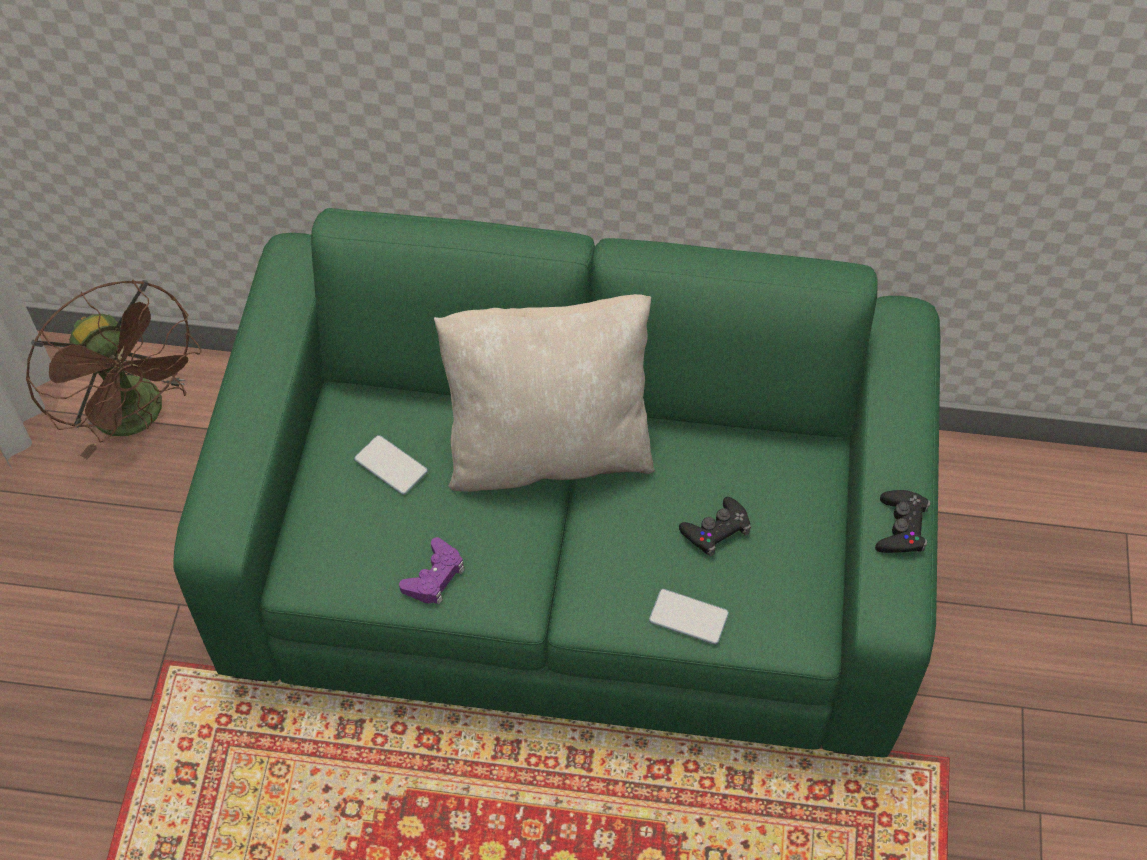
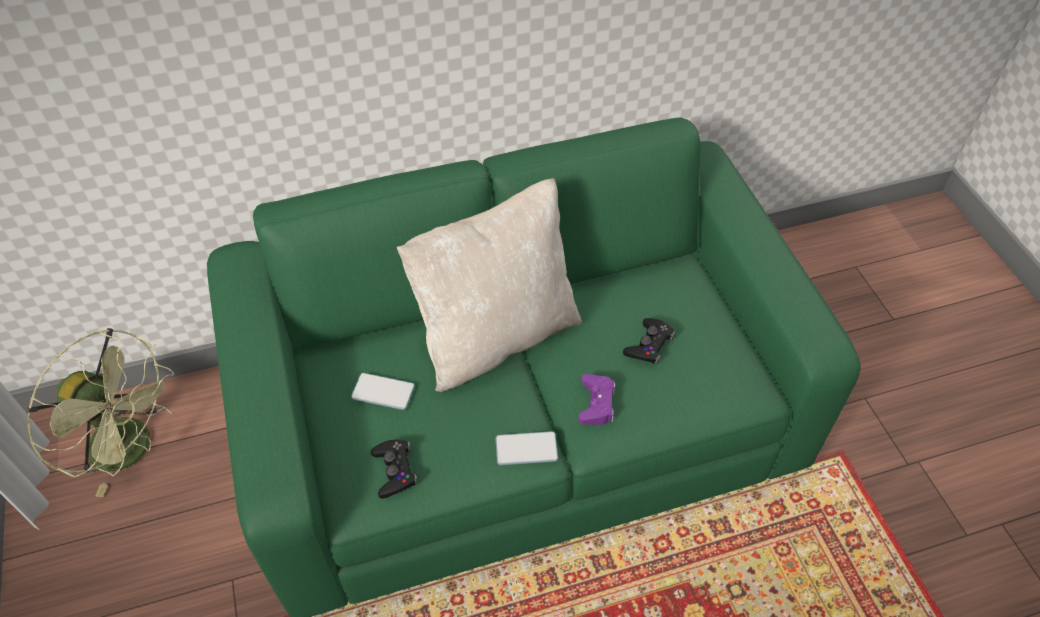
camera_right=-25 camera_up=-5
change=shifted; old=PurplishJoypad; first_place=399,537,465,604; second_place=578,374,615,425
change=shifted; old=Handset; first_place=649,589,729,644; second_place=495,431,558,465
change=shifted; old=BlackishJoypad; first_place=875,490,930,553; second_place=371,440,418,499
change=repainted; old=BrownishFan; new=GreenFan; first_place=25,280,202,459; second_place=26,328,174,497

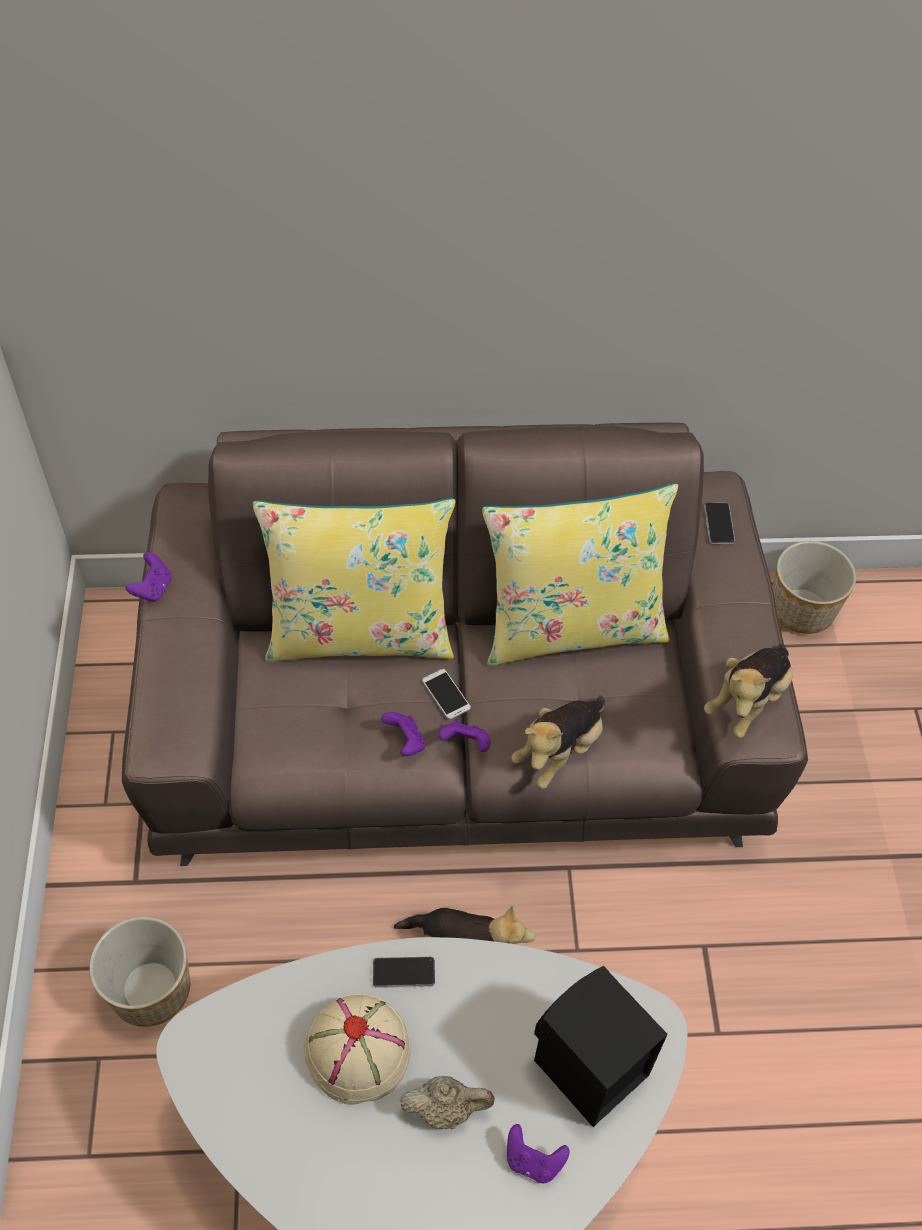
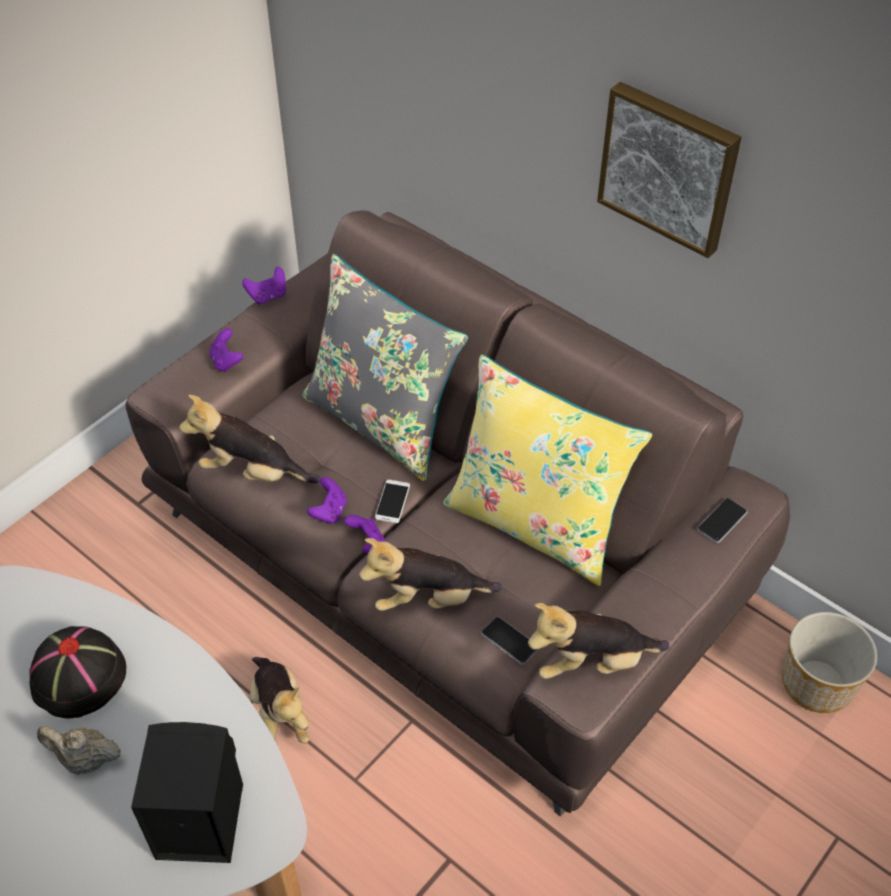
camera_right=45 camera_up=-5
change=gone; old=PlantPot; first_place=89,916,190,1027
change=new; new=PlushToy; second_place=179,395,321,483
change=new; new=WallArt; second_place=597,82,742,258
change=shifted; old=Handset; first_place=373,957,435,988; second_place=481,617,538,664
change=shifted; old=PurplishJoypad; first_place=507,1124,570,1183; second_place=209,328,243,372
change=repainted; old=YellowishPillow; new=GreyishPillow; first_place=253,498,455,662; second_place=302,254,468,482
change=repainted; old=BeigeClothingHat; new=BlackishClothingHat; first_place=304,994,411,1105; second_place=29,626,126,719
change=rotated; old=BeigePotForTea; first_place=400,1076,495,1129; second_place=37,726,121,775; degrees=150

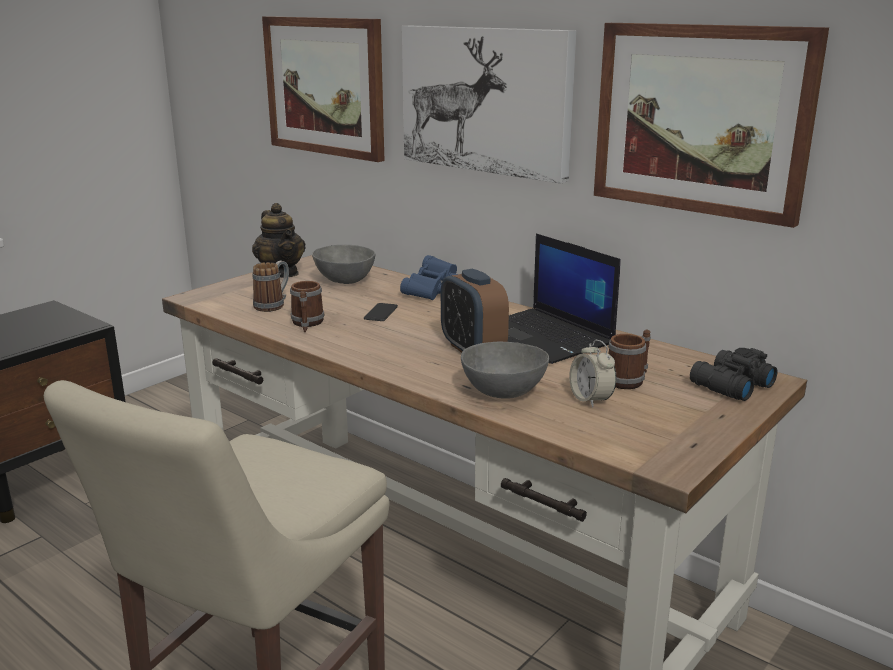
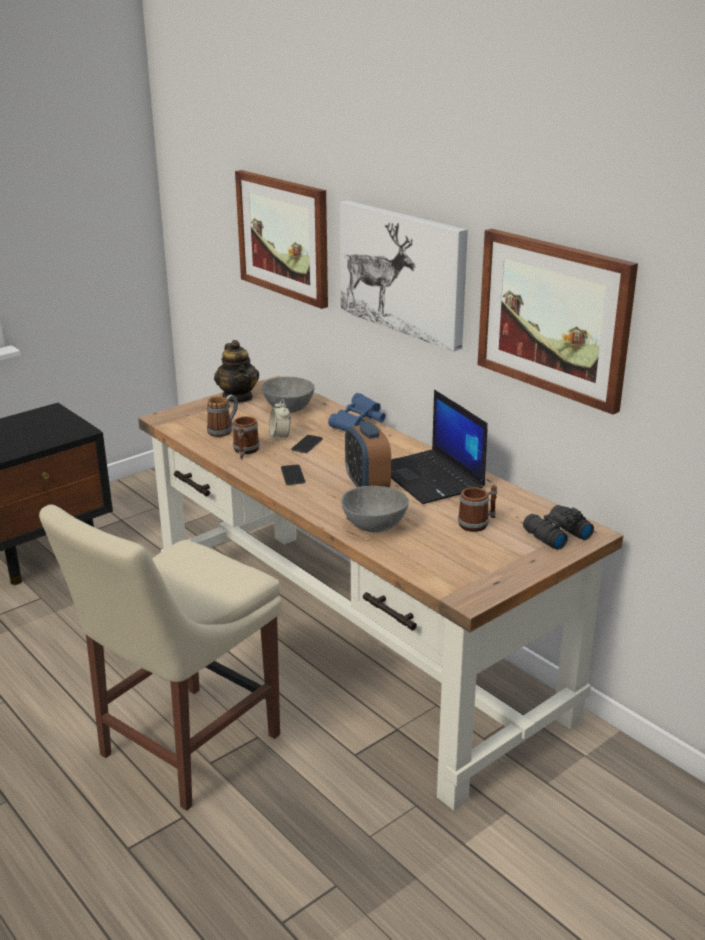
camera_right=10 camera_up=5
change=new; new=Handset; second_place=281,465,305,485
change=shifted; old=AlarmClock; first_place=569,340,617,408; second_place=269,399,291,441

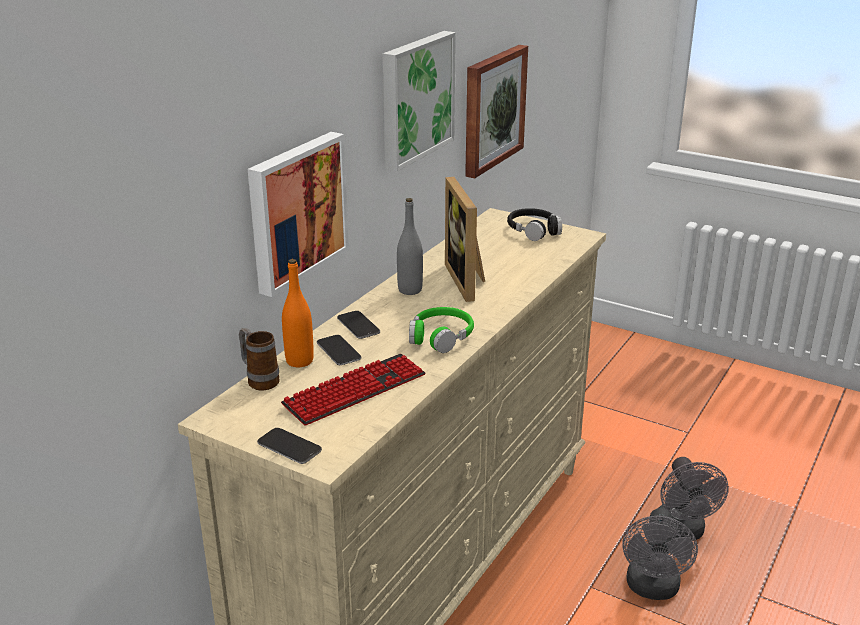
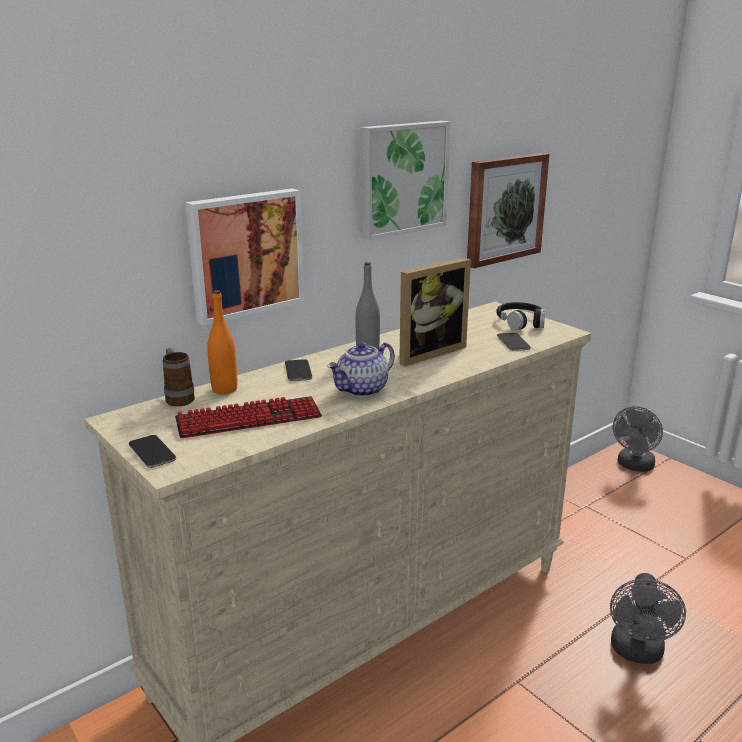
camera_right=20 camera_up=-5
change=shifted; old=Handset; first_place=317,335,361,365; second_place=497,333,531,351
change=shifted; old=GreyishFan; first_place=622,508,698,600; second_place=613,406,663,472
change=swapped; old=GreenHeadphones; new=PotForTea; first_place=409,307,474,353; second_place=327,342,395,397
change=rotated; old=StandingFrame; first_place=445,177,485,302; second_place=399,258,471,366; degrees=-135

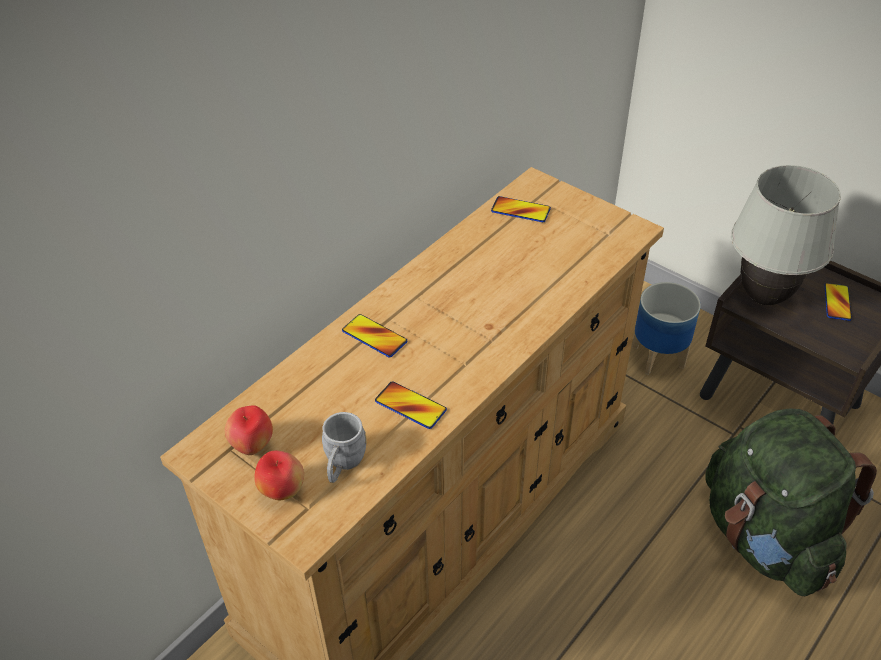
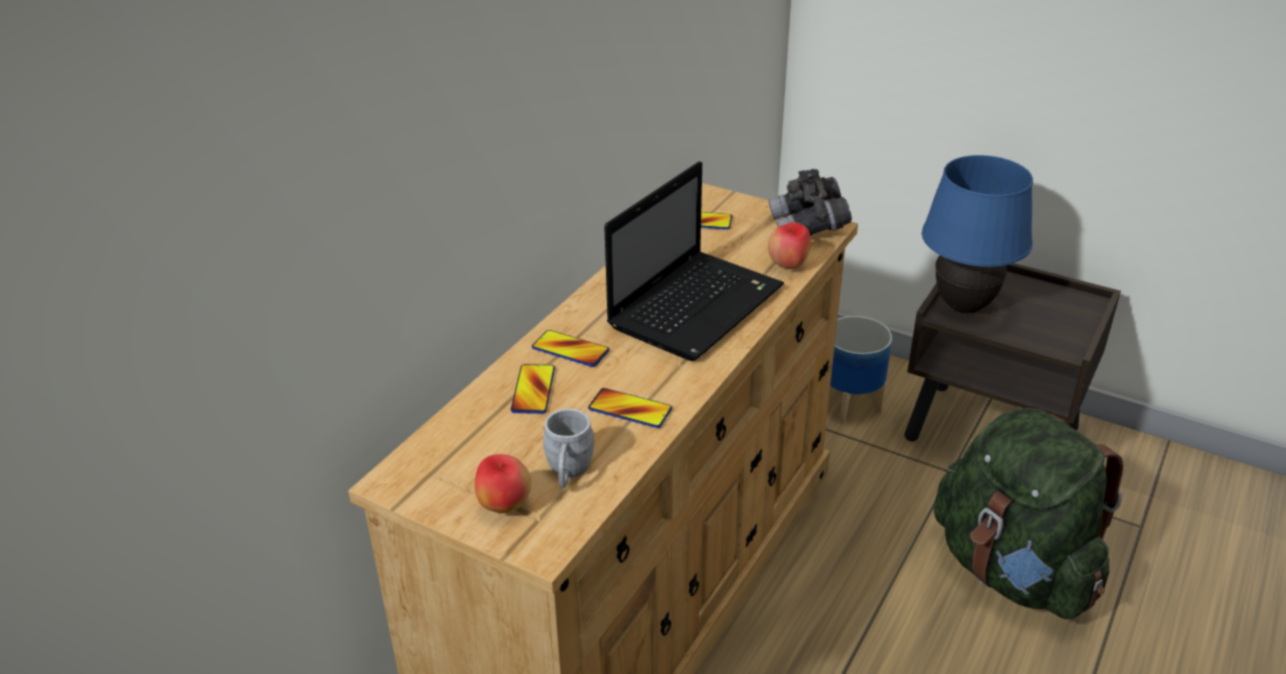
camera_right=-10 camera_up=-10
change=new; new=NotebookComputer; second_place=604,161,784,361
change=new; new=GreyishPairOfBinoculars; second_place=768,169,852,236
change=shifted; old=AppleFruit; first_place=225,405,273,455; second_place=768,222,811,269
change=shifted; old=Handset; first_place=824,283,852,321; second_place=511,364,555,414
change=repainted; old=WhitishTableLamp; new=BluishTableLamp; first_place=731,165,841,305; second_place=922,155,1033,313

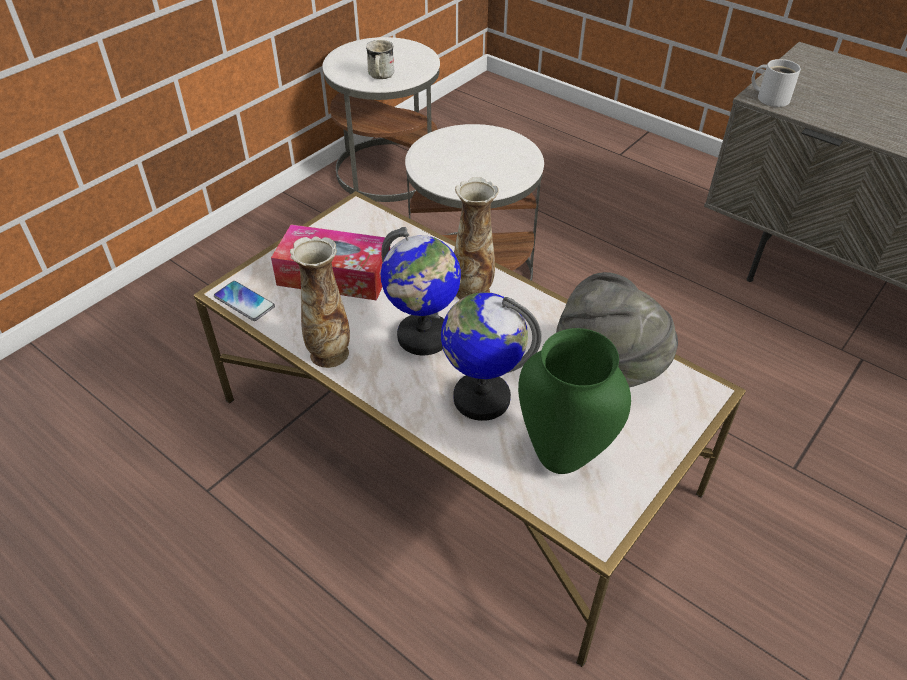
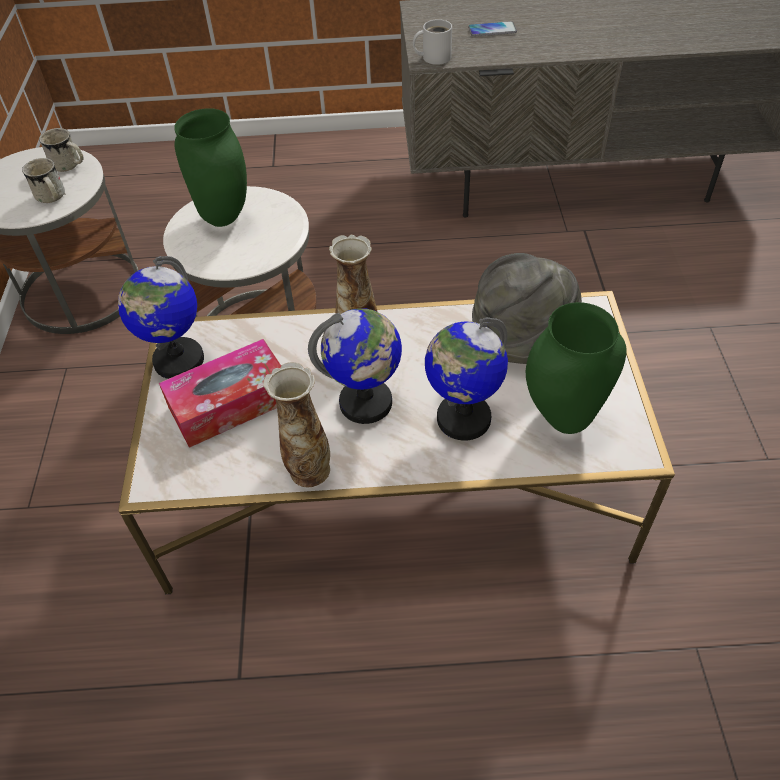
camera_right=-40 camera_up=5
change=new; new=WhitishTeaMug; second_place=39,128,84,172
change=new; new=Globe; second_place=118,256,204,379
change=new; new=GreenFlowerVase; second_place=174,108,247,227
change=shifted; old=Handset; first_place=214,281,275,321; second_place=468,21,517,37

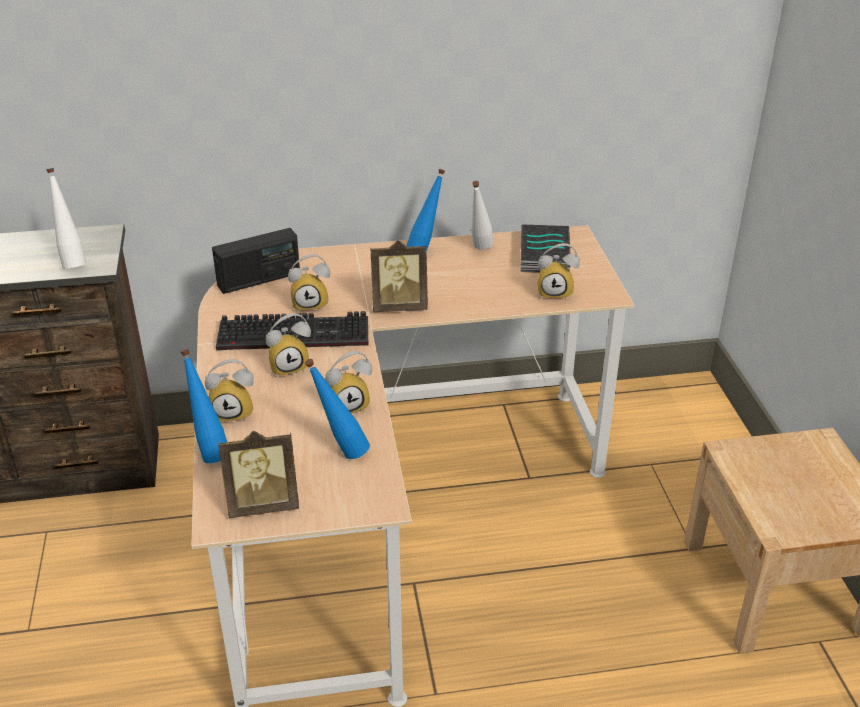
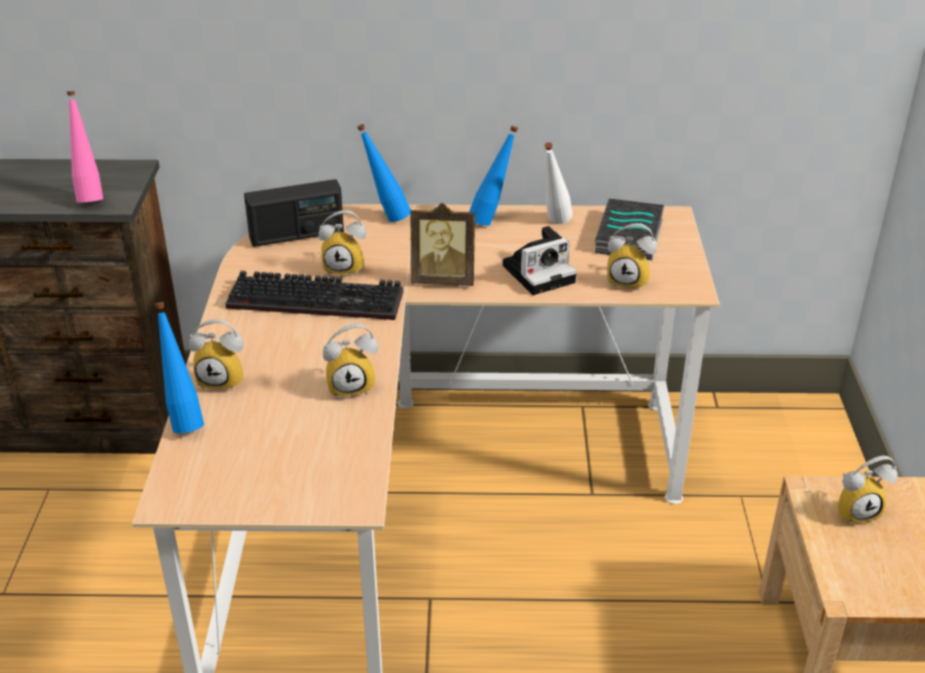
camera_right=10 camera_up=0
change=gone; old=StandingFrame; first_place=218,431,299,518
change=new; new=PhotoCamera; second_place=503,226,577,295
change=shifted; old=AlarmClock; first_place=266,313,311,378; second_place=838,456,898,525
change=shifted; old=BluishBeverageBottle; first_place=305,359,370,459; second_place=357,124,411,222
change=repainted; old=WhitishBeverageBottle; new=PinkBeverageBottle; first_place=46,168,87,269; second_place=67,91,103,203

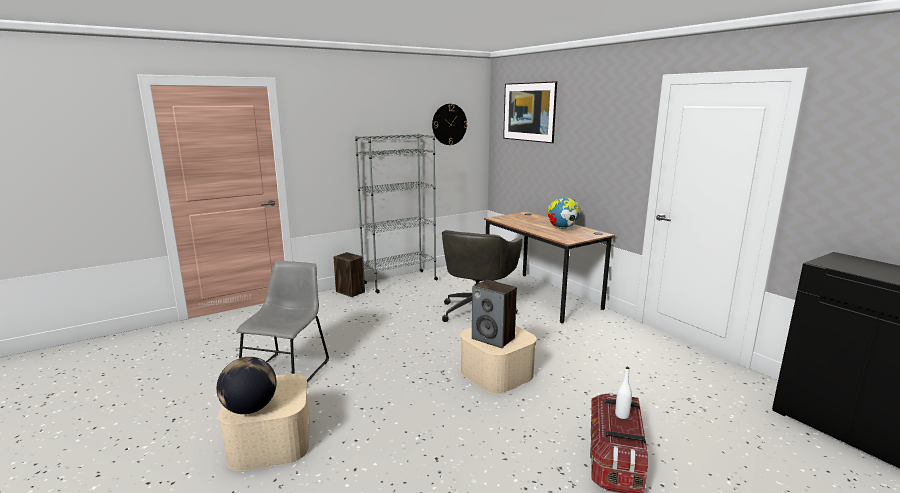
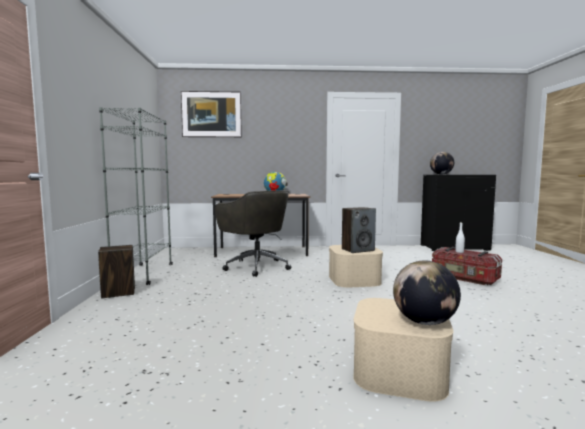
camera_right=-60 camera_up=-10
change=gone; old=GreyishPlainChair; first_place=236,260,329,383
change=gone; old=WallClock; first_place=432,104,467,145
change=new; new=Globe; second_place=430,152,454,175

